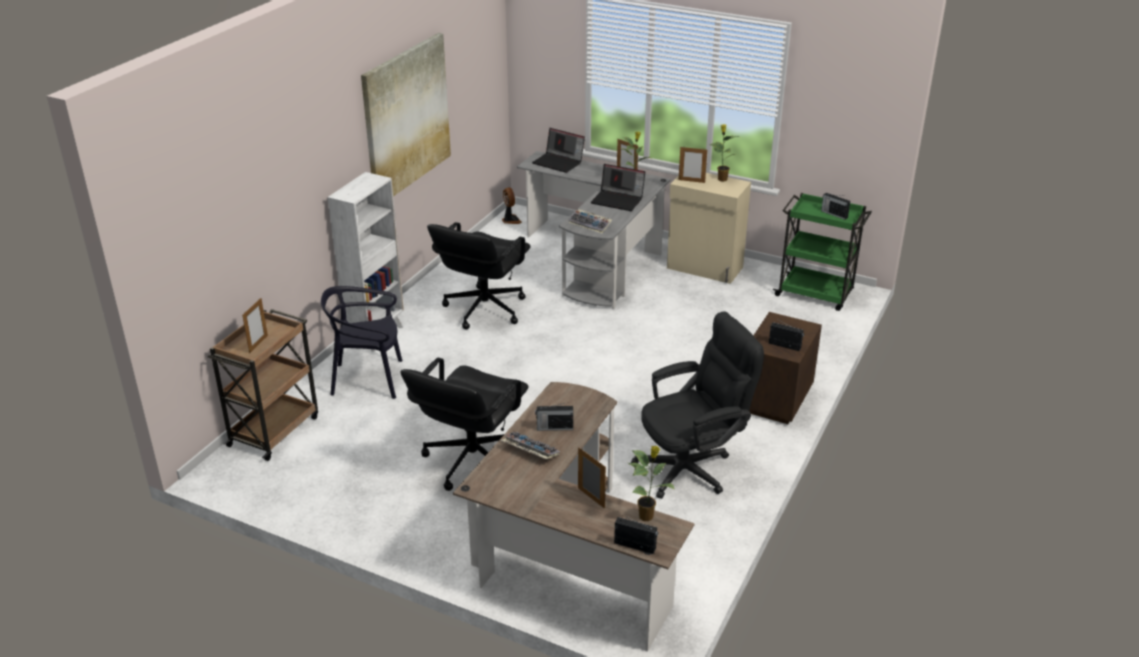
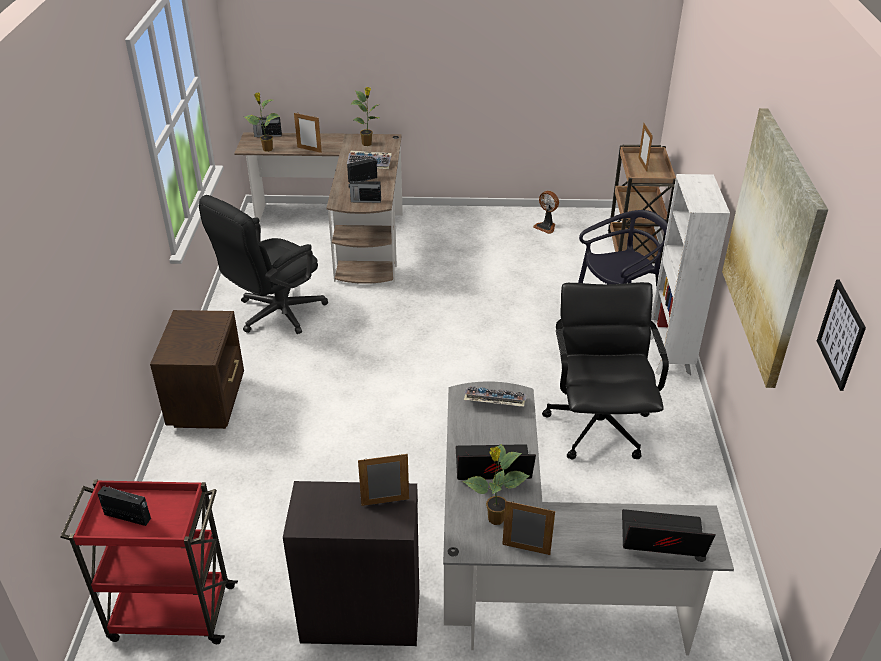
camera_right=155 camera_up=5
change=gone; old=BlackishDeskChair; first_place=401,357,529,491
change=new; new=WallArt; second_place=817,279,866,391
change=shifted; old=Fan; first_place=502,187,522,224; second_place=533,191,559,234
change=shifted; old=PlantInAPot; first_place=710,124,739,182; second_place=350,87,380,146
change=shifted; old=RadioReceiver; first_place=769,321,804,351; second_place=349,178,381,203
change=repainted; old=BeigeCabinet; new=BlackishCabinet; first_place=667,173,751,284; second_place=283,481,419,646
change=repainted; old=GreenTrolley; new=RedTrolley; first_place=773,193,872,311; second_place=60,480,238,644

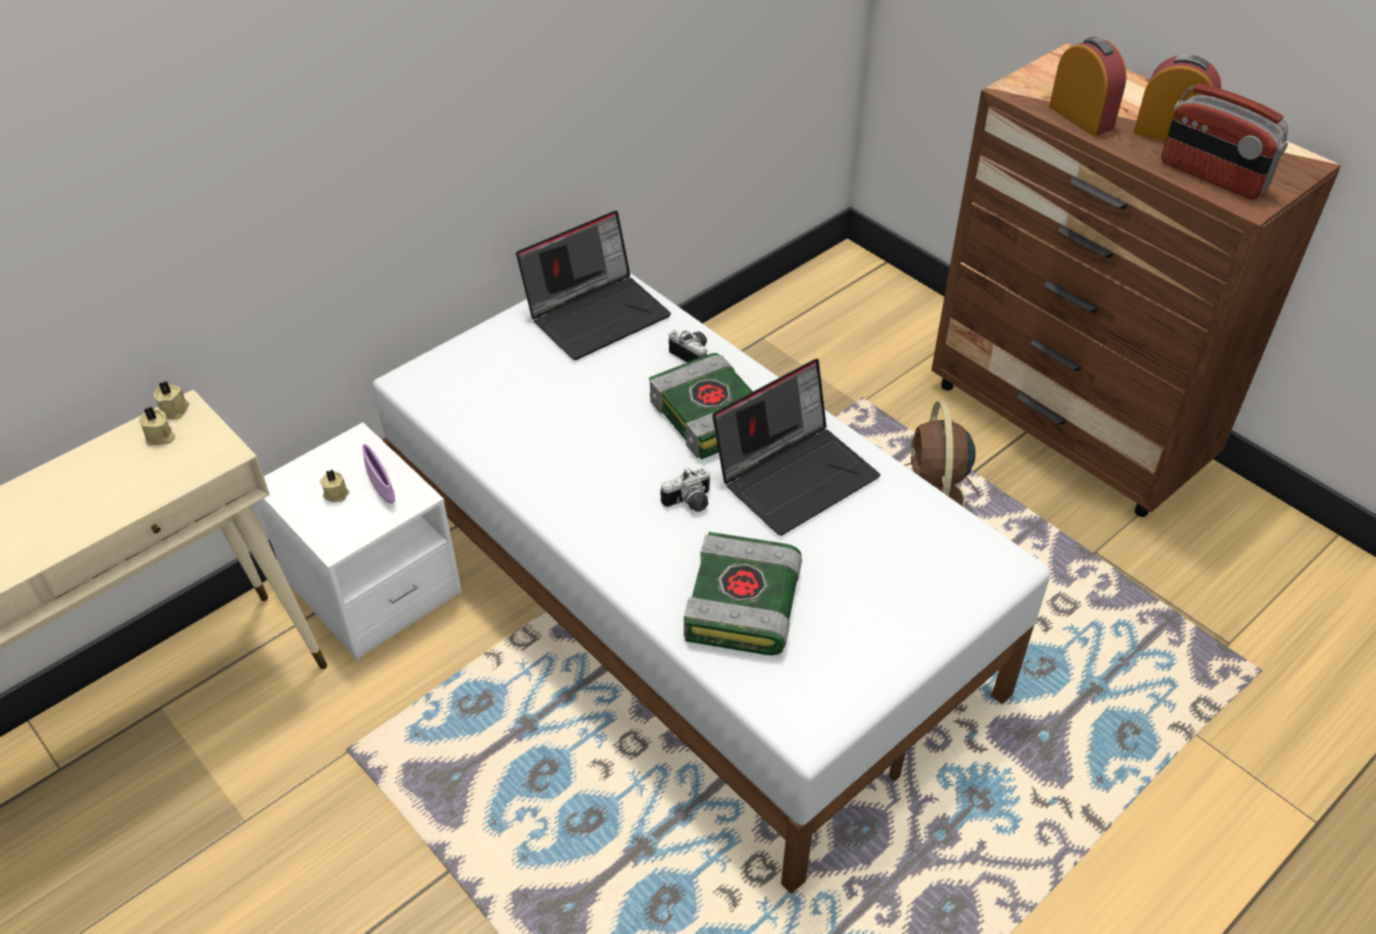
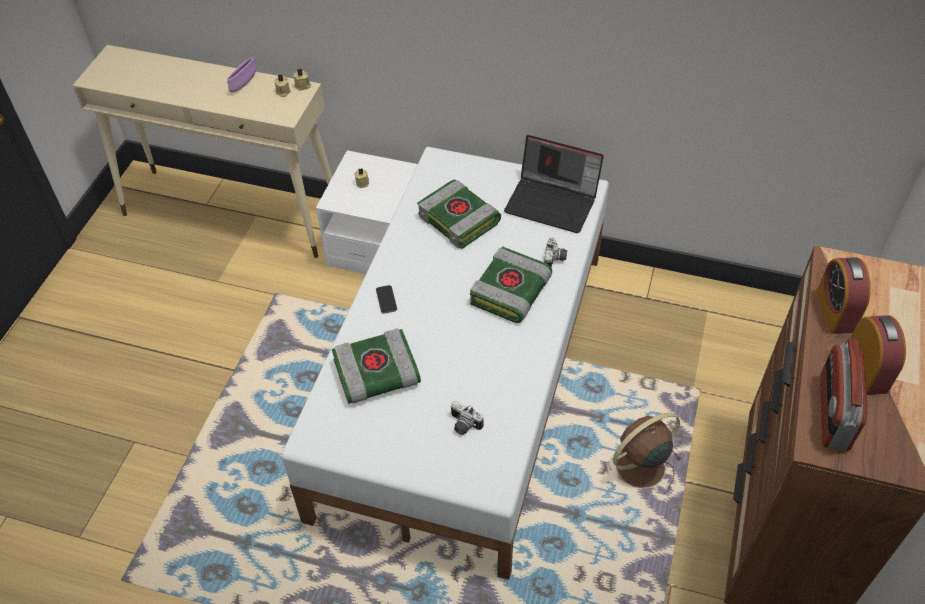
camera_right=60 camera_up=5
change=gone; old=NotebookComputer; first_place=712,359,880,536
change=new; new=Handset; second_place=376,285,397,314
change=new; new=Book; second_place=417,180,501,249
change=shifted; old=PurplishDeepDish; first_place=362,444,395,504; second_place=227,57,256,92
change=shifted; old=PhotoCamera; first_place=660,468,710,512; second_place=451,401,483,435
change=rotated; old=AlarmClock; first_place=1049,37,1126,136; second_place=817,257,871,334; degrees=150

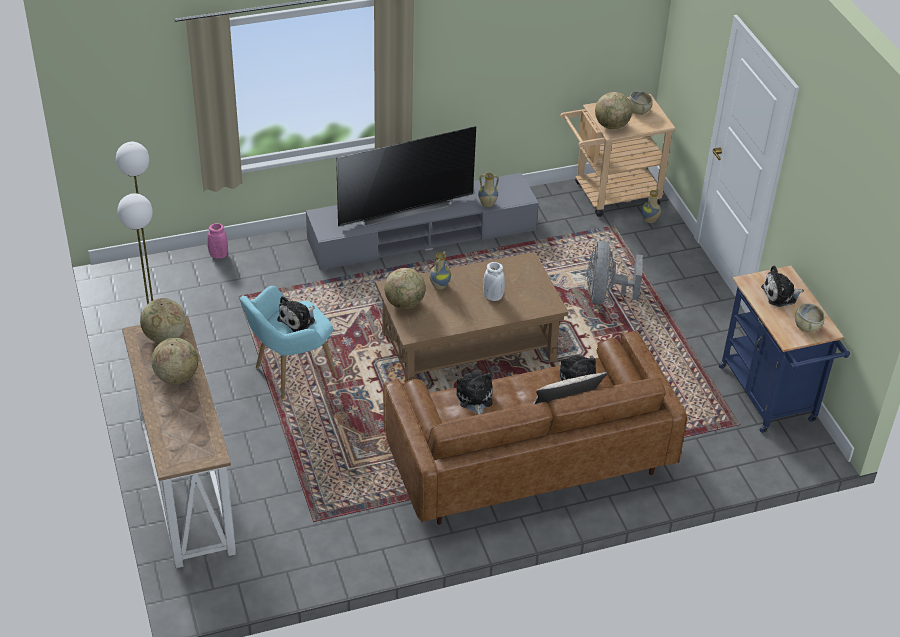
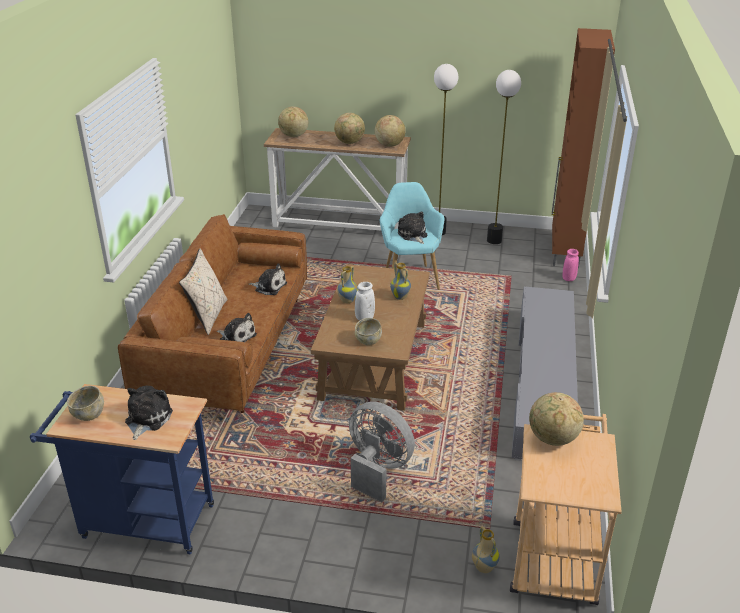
camera_right=120 camera_up=-10
change=gone; old=TvSet; first_place=336,126,476,227
change=new; new=BrownishCabinet; second_place=551,28,615,268
change=shifted; old=Globe; first_place=384,268,426,309; second_place=278,106,308,137
change=shifted; old=FlowerVase; first_place=478,173,499,207; second_place=337,266,358,303
change=shifted; old=BeigeDeepDish; first_place=629,91,653,115; second_place=355,318,382,345

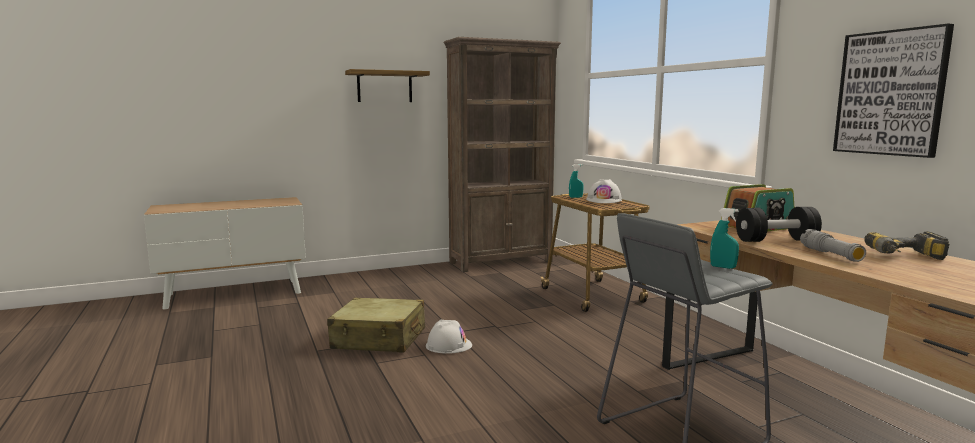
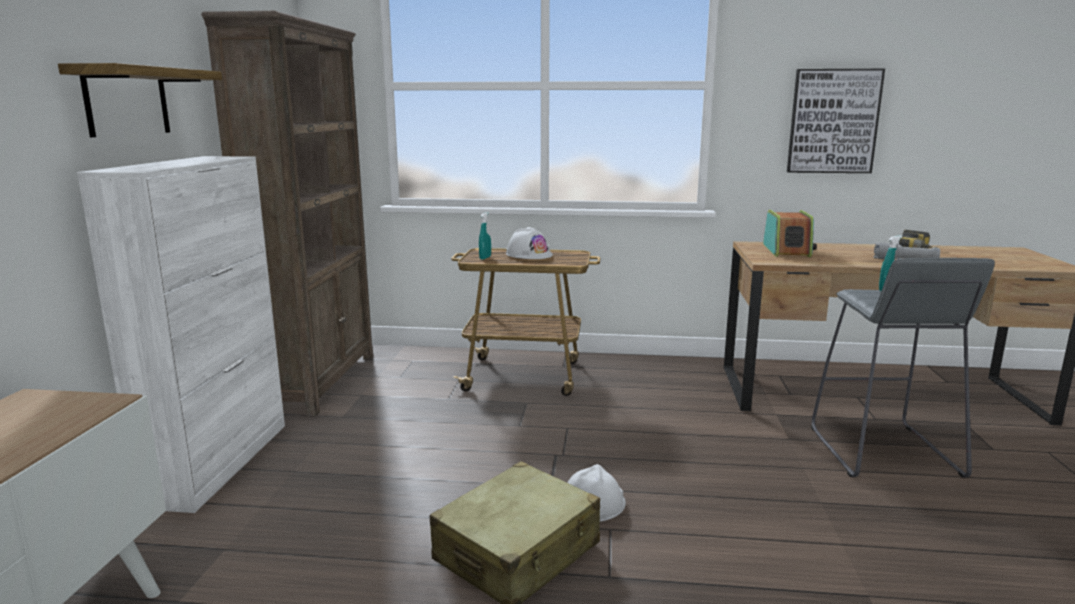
camera_right=-60 camera_up=5
change=gone; old=BlackishFreeWeight; first_place=736,207,822,242
change=new; new=WhitishCabinet; second_place=77,156,285,513

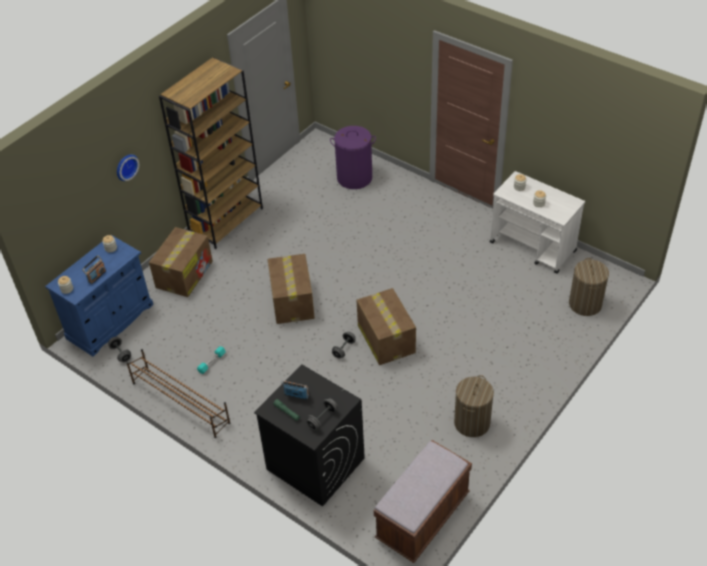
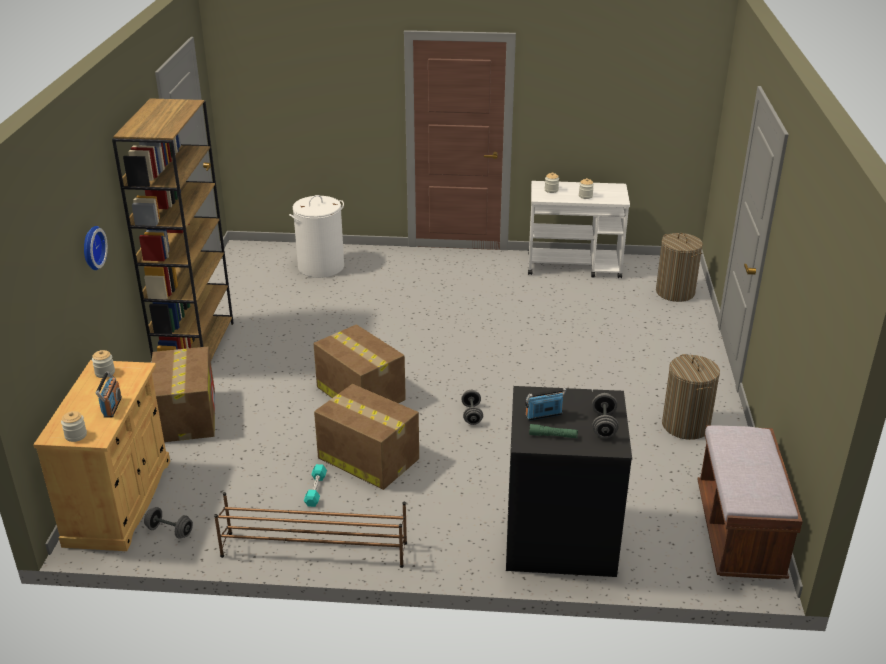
camera_right=-35 camera_up=-15
change=shifted; old=CardboardBox; first_place=357,288,416,365; second_place=314,384,419,490
change=repainted; old=BluishCabinet; new=BeigeCabinet; first_place=45,235,153,356; second_place=33,360,170,551
change=repainted; old=PurplishLaundryBasket; new=WhitishLaundryBasket; first_place=330,126,376,189; second_place=289,195,344,278

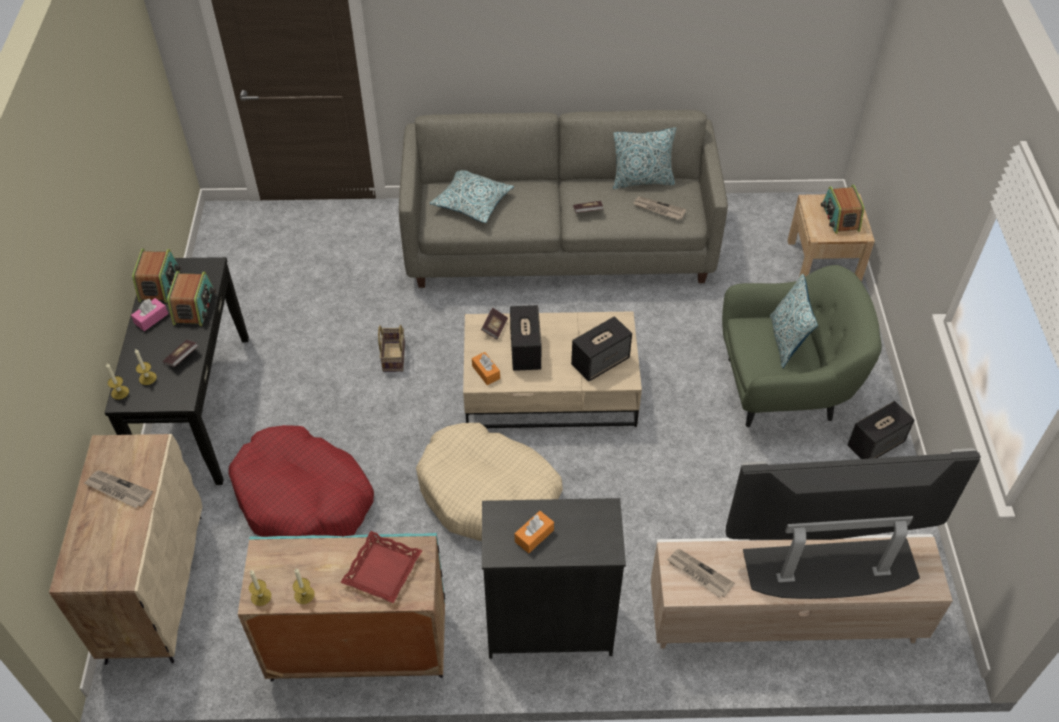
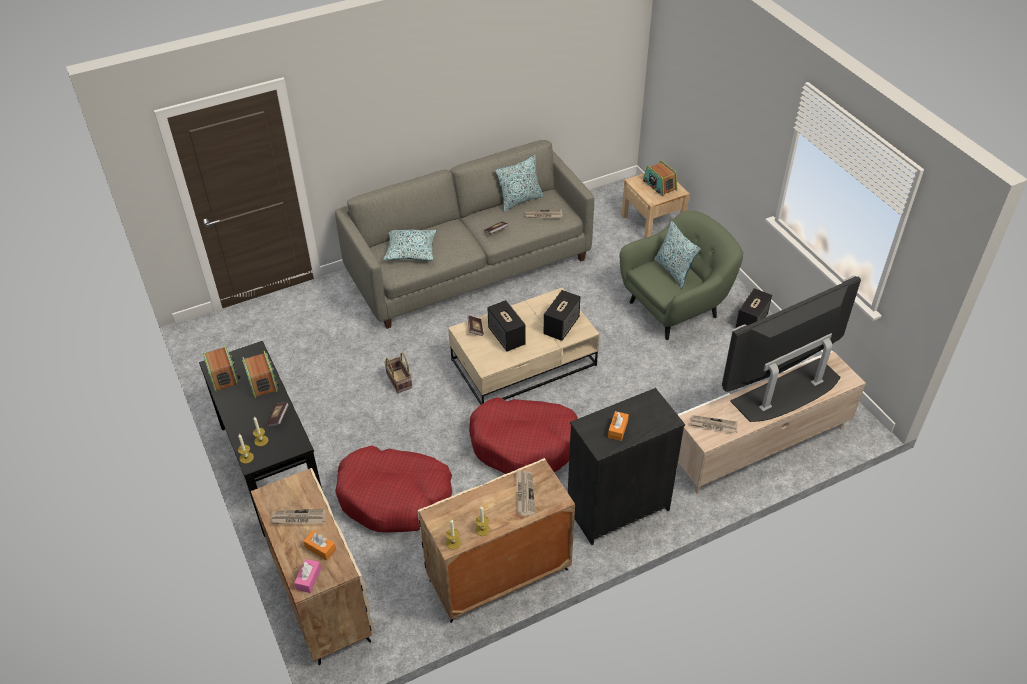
camera_right=-25 camera_up=-5
change=shifted; old=PinkTissueBox; first_place=131,298,168,331; second_place=294,559,321,593
change=shifted; old=OrangeColouredTissueBox; first_place=472,352,500,385; second_place=303,531,336,560
change=swapped; old=RedServingTray; new=PrintedPaper; first_place=340,531,422,603; second_place=516,470,535,516
change=repainted; old=TurquoiseCabinet; new=BeigeCabinet; first_place=238,533,445,681; second_place=418,458,575,623
change=repainted; old=BeigeDogBed; new=RedDogBed; first_place=416,423,563,541; second_place=469,397,578,474

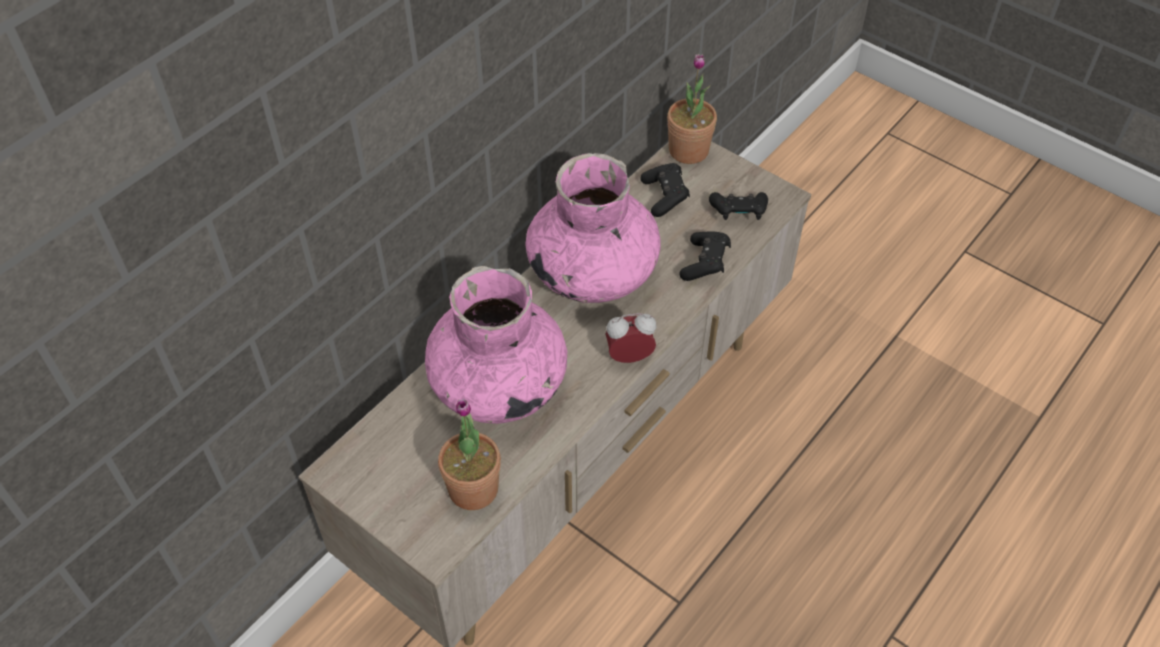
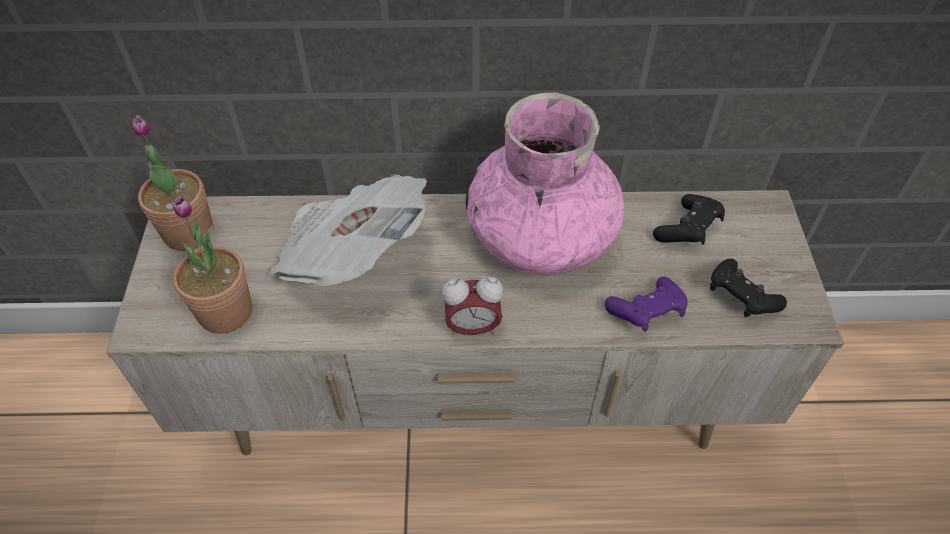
camera_right=50 camera_up=0
change=shifted; old=PlantInAPot; first_place=667,54,717,164; second_place=133,115,213,251
change=swapped; old=PinkFlowerVase; new=PrintedPaper; first_place=425,266,567,424; second_place=269,174,427,286
change=repainted; old=BlackishJoypad; new=PurplishJoypad; first_place=679,231,731,281; second_place=605,277,688,332
change=rotated; old=AlarmClock; first_place=605,313,656,363; second_place=442,276,504,337; degrees=135

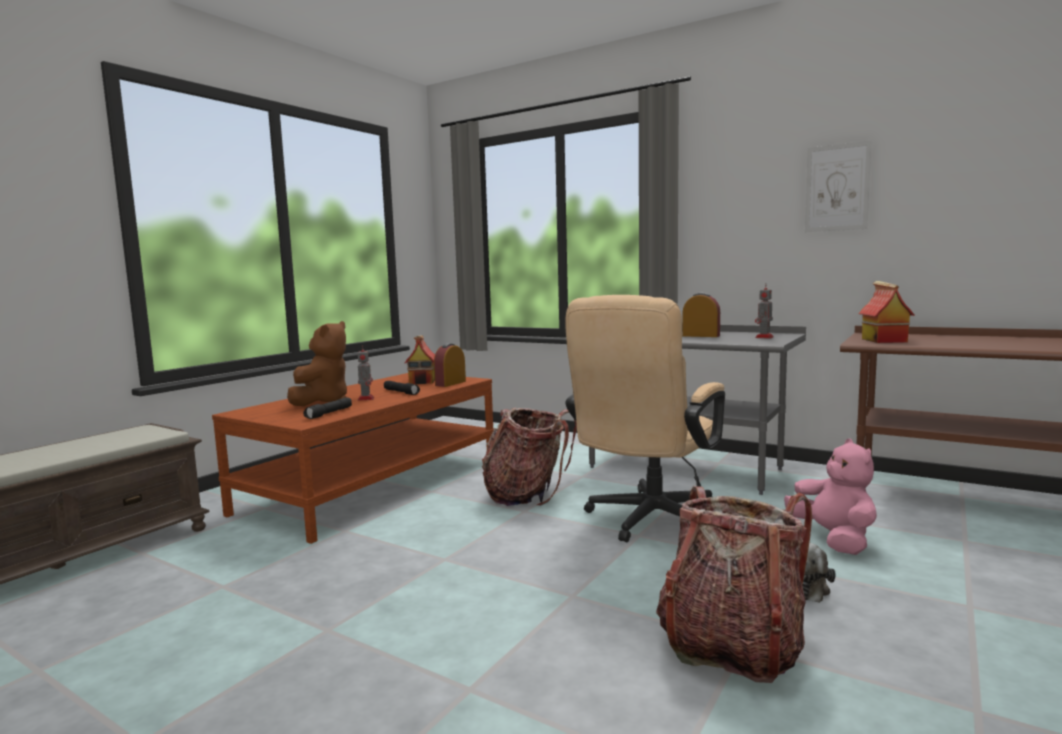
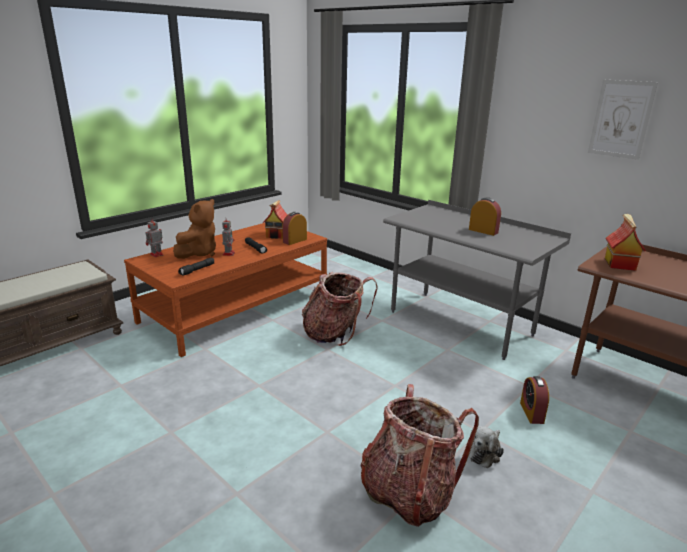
camera_right=10 camera_up=15
change=gone; old=BeigeDeskChair; first_place=565,295,725,542
change=shifted; old=ToyRobot; first_place=755,284,774,339; second_place=146,217,163,257
change=swapped; old=PinkPlushToy; new=AlarmClock; first_place=784,439,877,555; second_place=520,376,549,424

